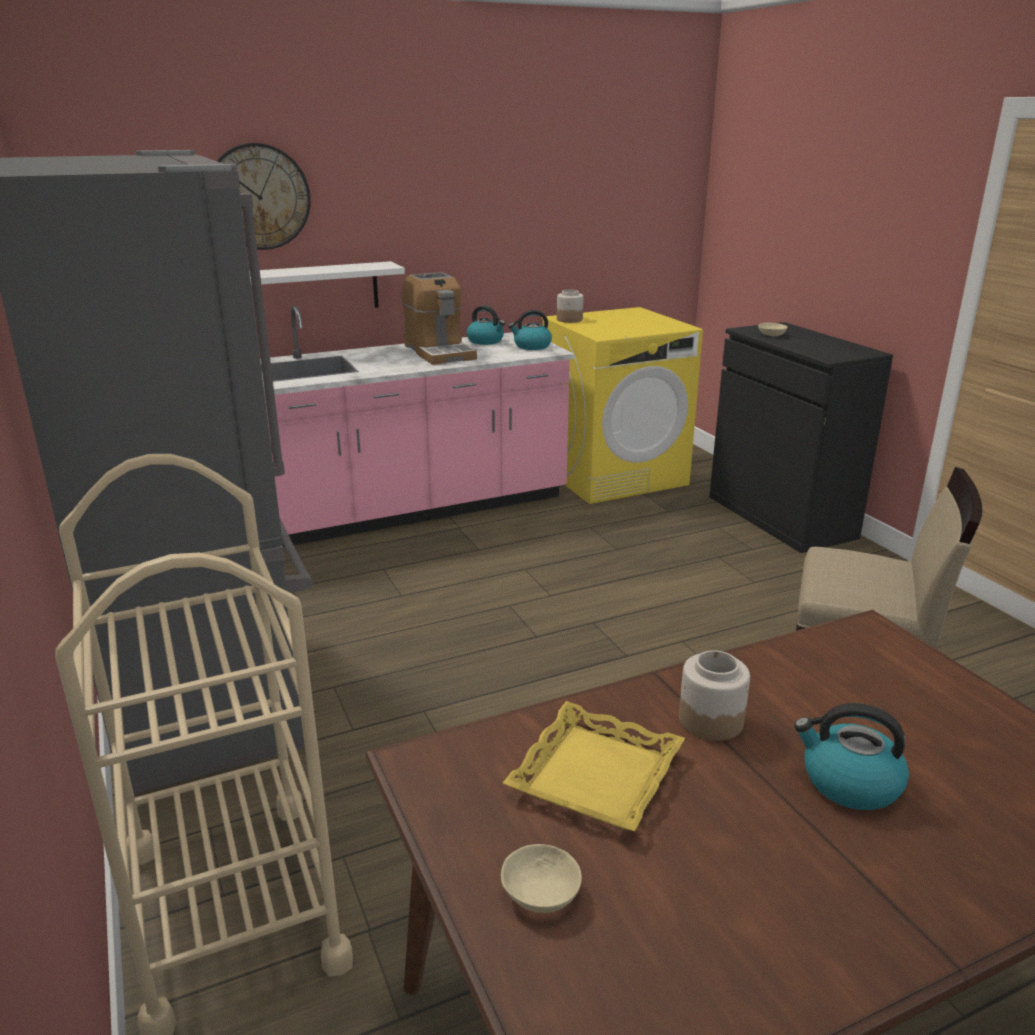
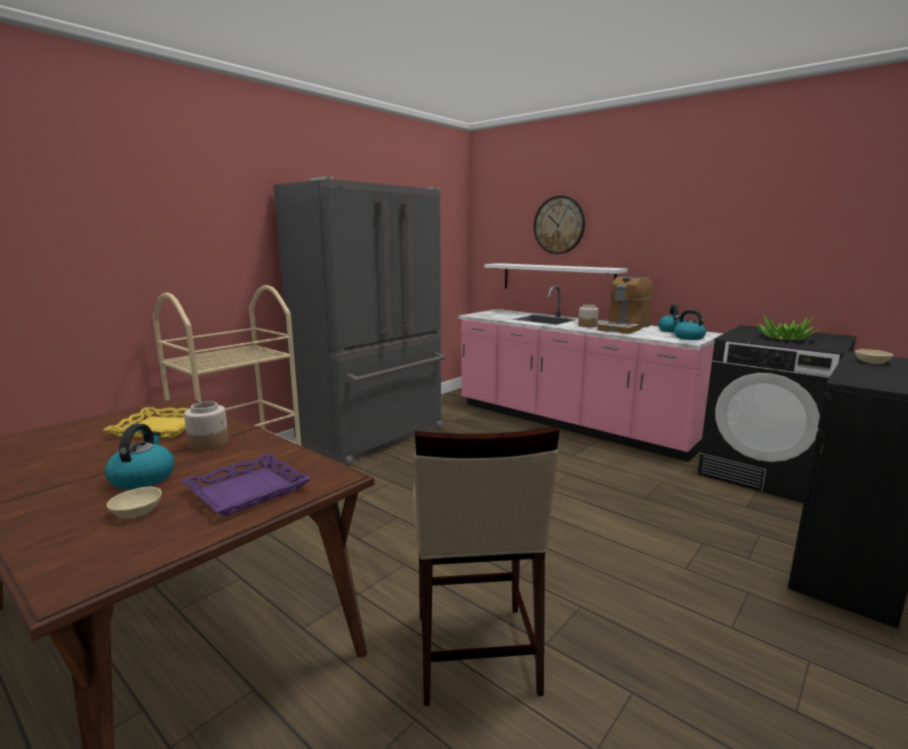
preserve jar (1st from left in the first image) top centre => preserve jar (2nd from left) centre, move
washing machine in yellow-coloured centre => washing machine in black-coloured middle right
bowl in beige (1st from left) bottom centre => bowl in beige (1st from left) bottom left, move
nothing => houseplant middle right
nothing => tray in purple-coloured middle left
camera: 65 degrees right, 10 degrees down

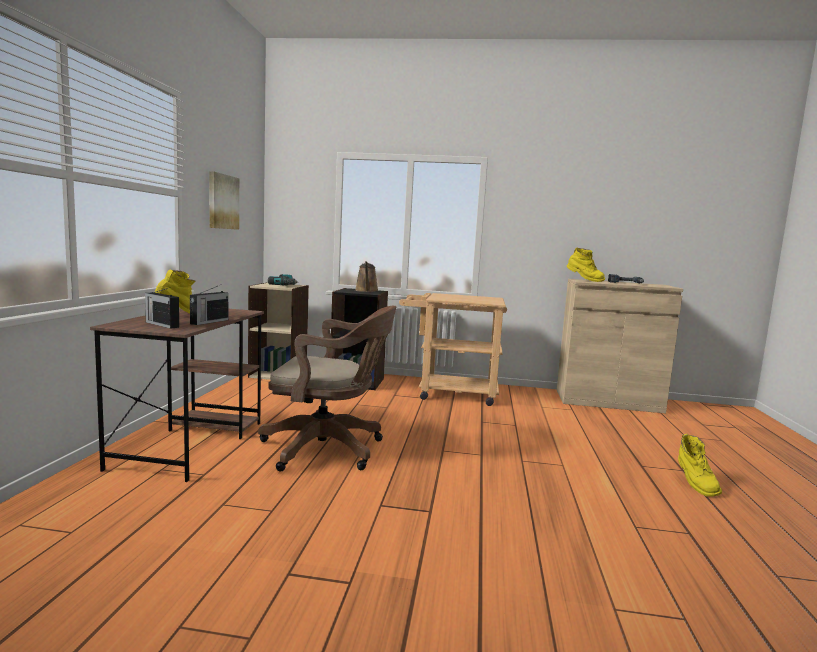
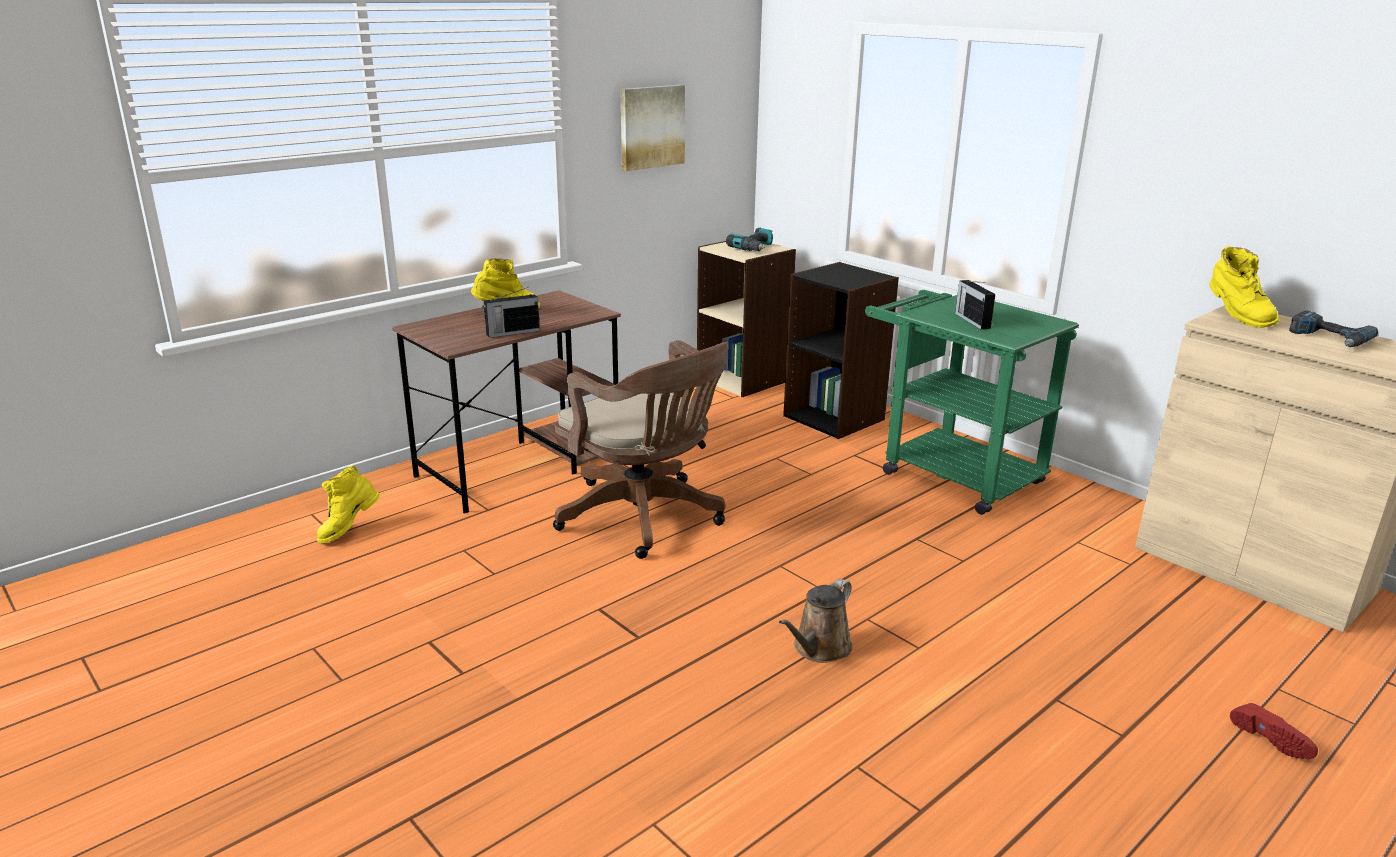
watering can in brown centre => watering can in brown bottom centre, move
radio set (1st from left in the first image) middle left => radio set (2nd from left) middle right, move
trolley in beige centre => trolley in green middle right
tall boot in yellow-coloured (3rd from left in the first image) bottom right => tall boot in yellow-coloured (1st from left) middle left, move
nothing => shoe in red bottom right
camera: 40 degrees right, 15 degrees up

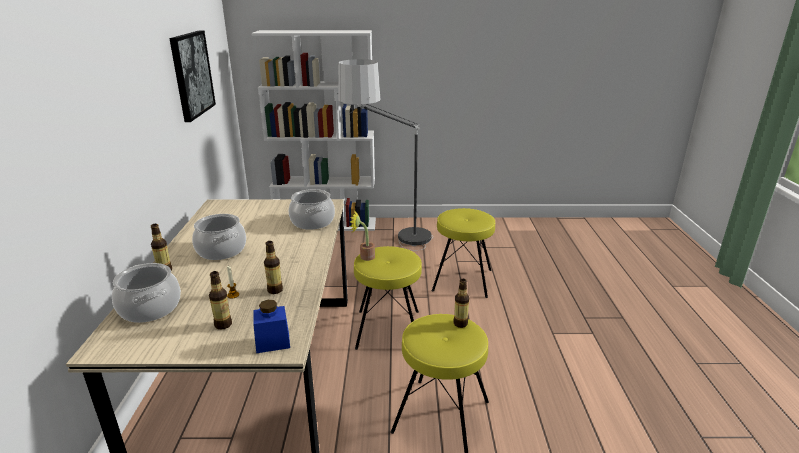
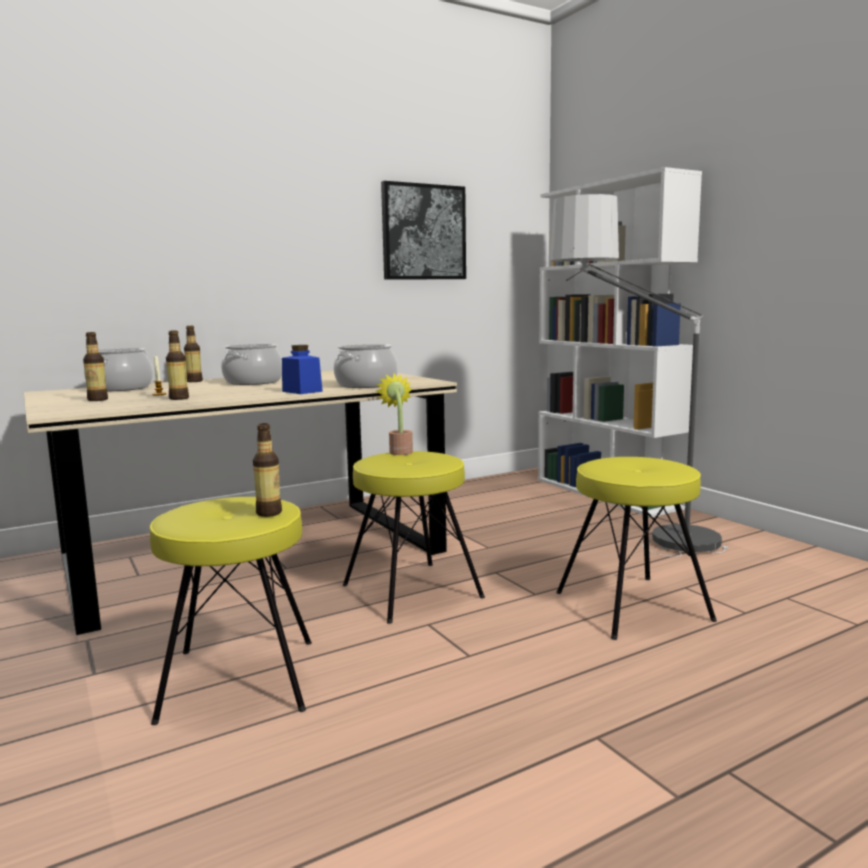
preserve jar in bluish bottom centre => preserve jar in bluish centre, move
camera: 60 degrees right, 15 degrees down

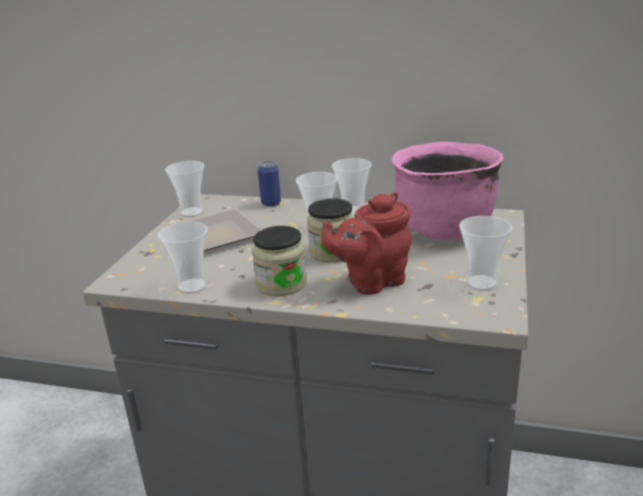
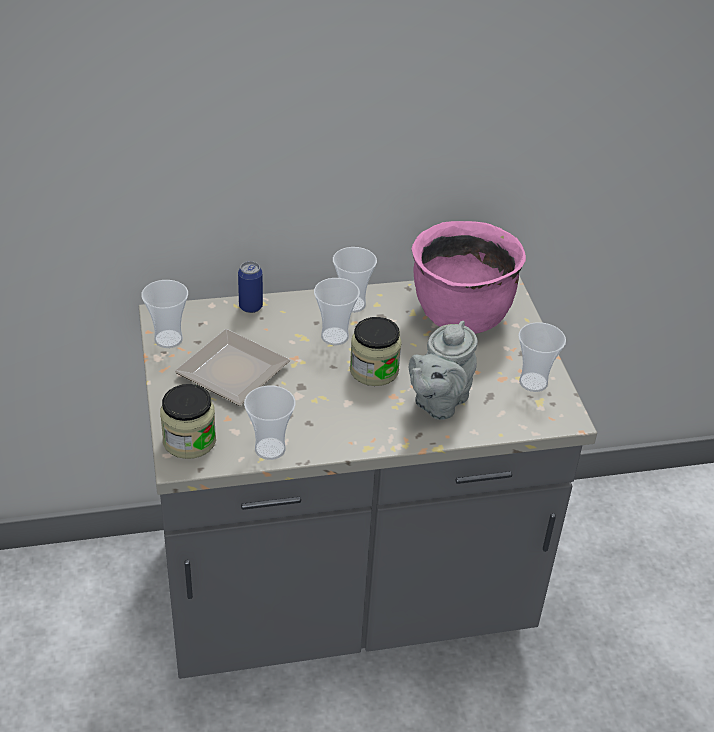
pot for tea in red centre => pot for tea in greyish centre
preserve jar (1st from left) centre => preserve jar (1st from left) middle left, move
camera: 30 degrees left, 15 degrees up

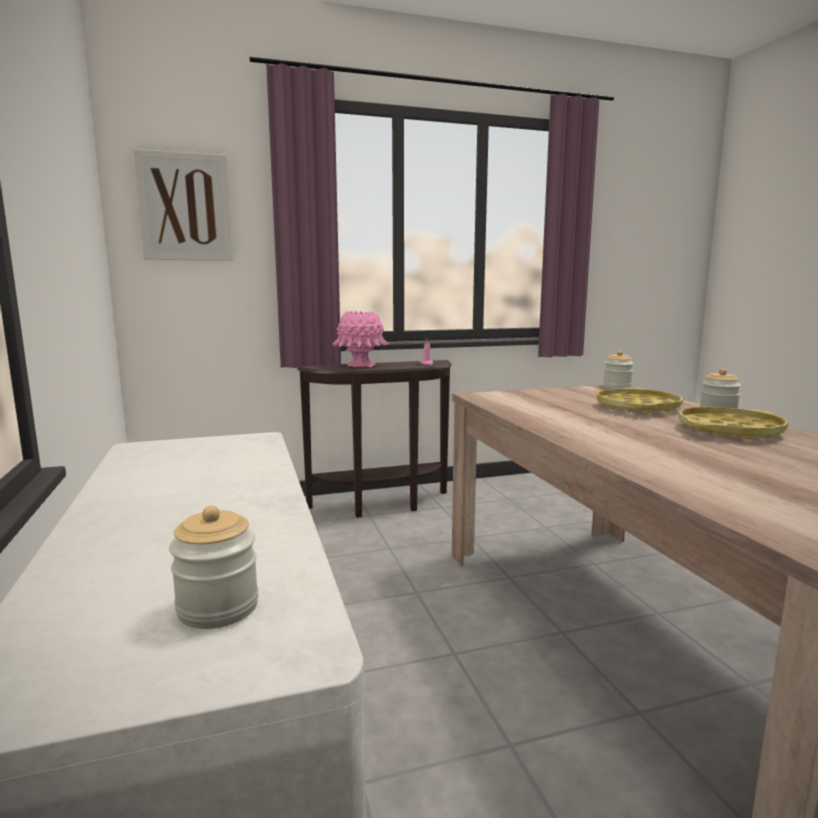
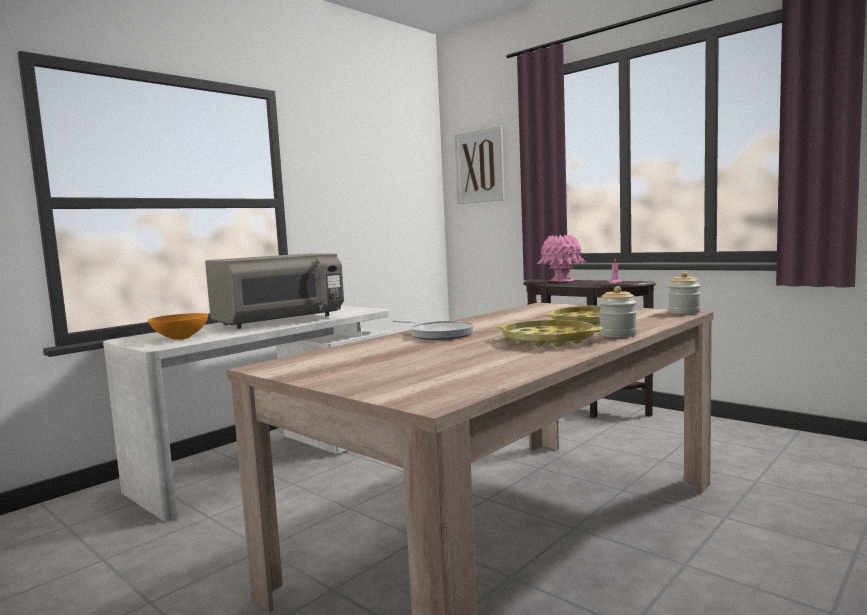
preserve jar (1st from left) bottom left => bowl in orangey middle left
nothing => microwave oven in greyish middle left
nothing => frying pan centre
camera: 60 degrees right, 5 degrees down

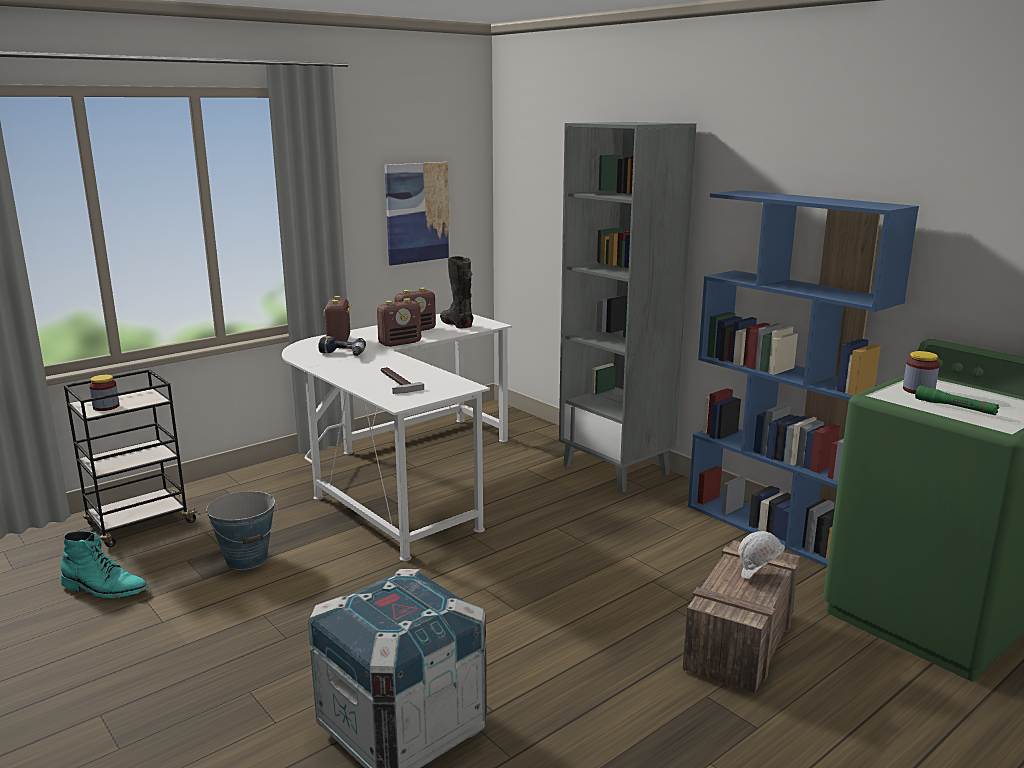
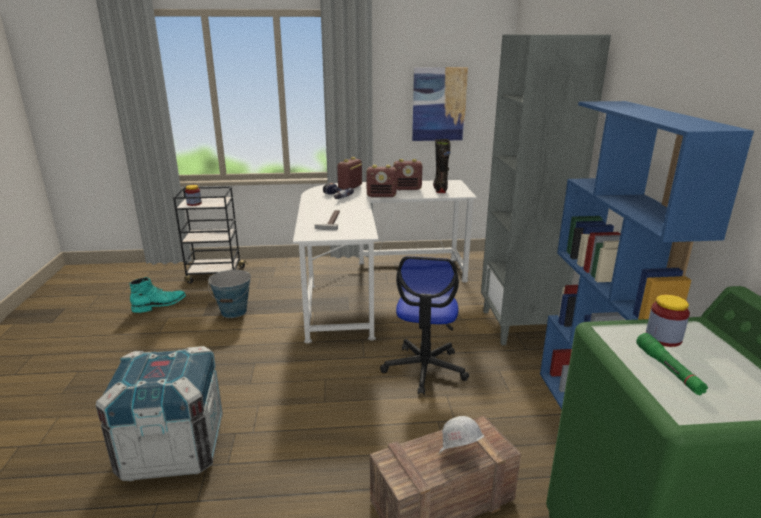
tall boot in turquoise-coloured bottom left => tall boot in turquoise-coloured middle left, 90 degrees counterclockwise
nothing => office chair centre
camera: 35 degrees right, 5 degrees up

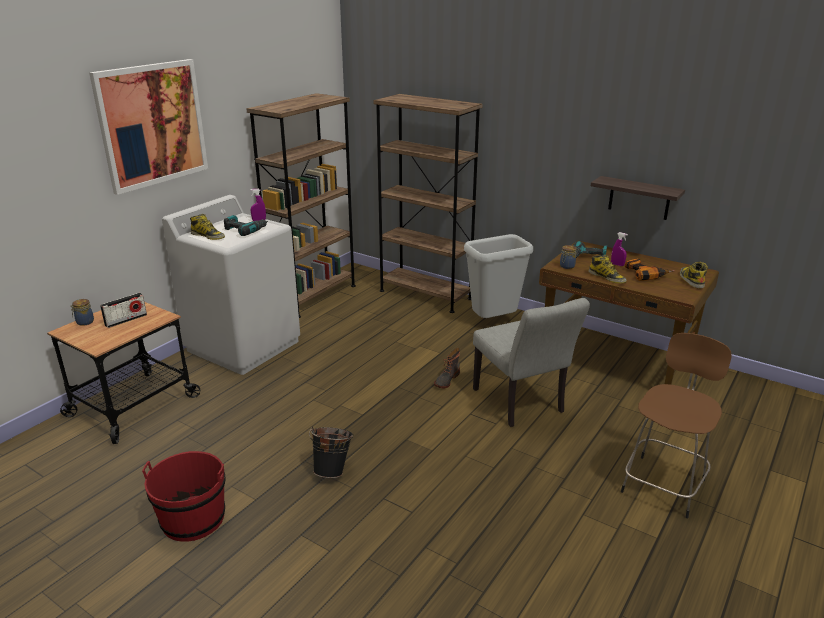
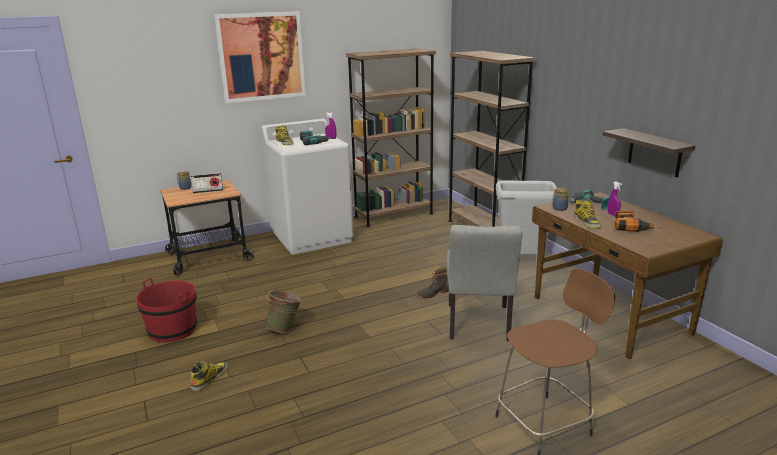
tall boot (4th from left in the first image) middle right => tall boot (1st from left) bottom left, move
water bucket in black-coloured bottom centre => water bucket in green bottom centre
camera: 30 degrees right, 5 degrees down

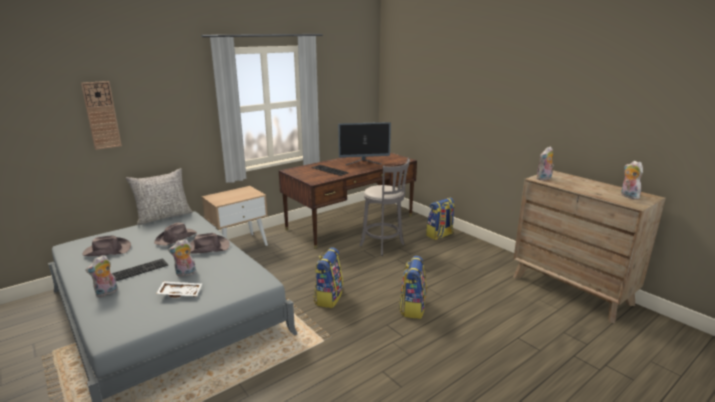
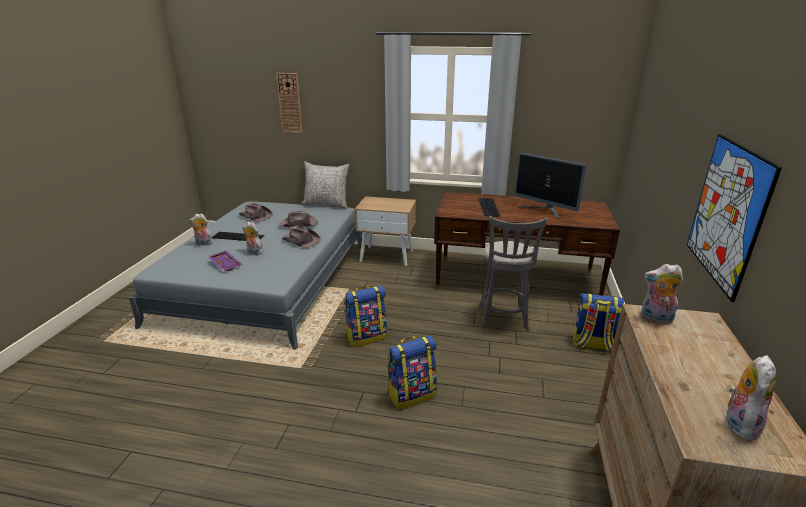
tray in whitish bottom left => tray in purple-coloured middle left
nothing => wall picture middle right
camera: 50 degrees right, 5 degrees up

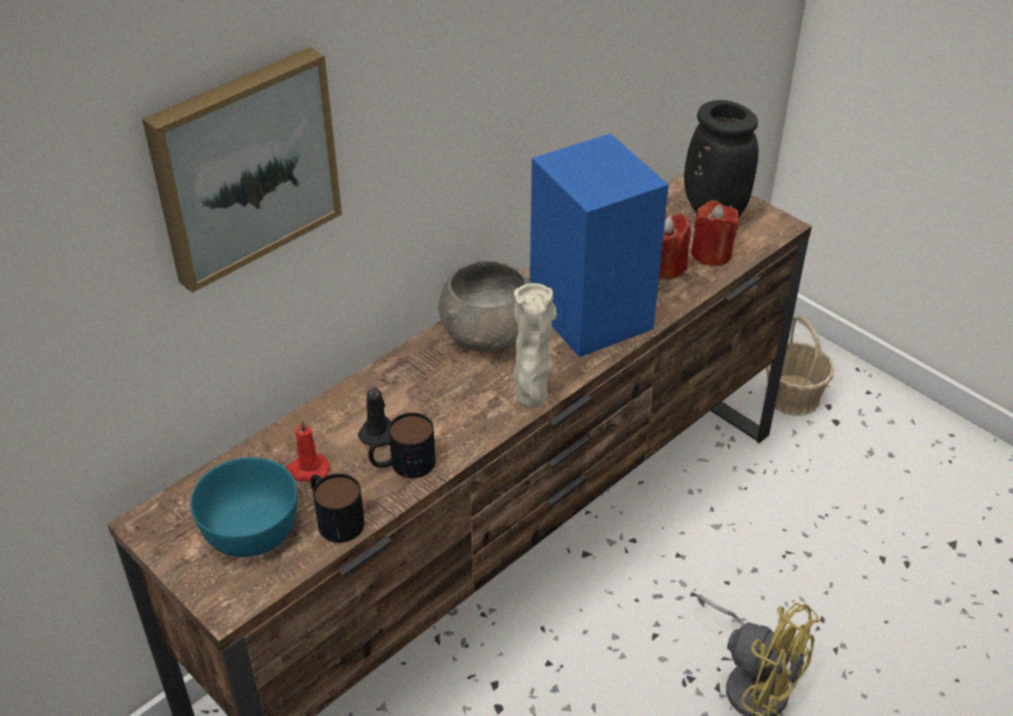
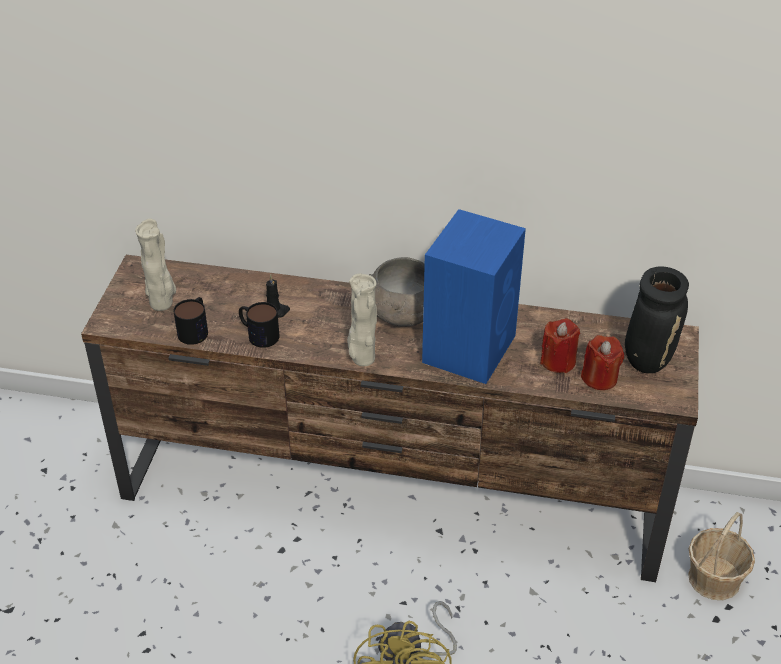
wall picture top left => nothing
candle in red (1st from left) middle left => nothing
bowl in turquoise-coloured bottom left => decorative vase in beige (1st from left) middle left
camera: 55 degrees right, 0 degrees up

